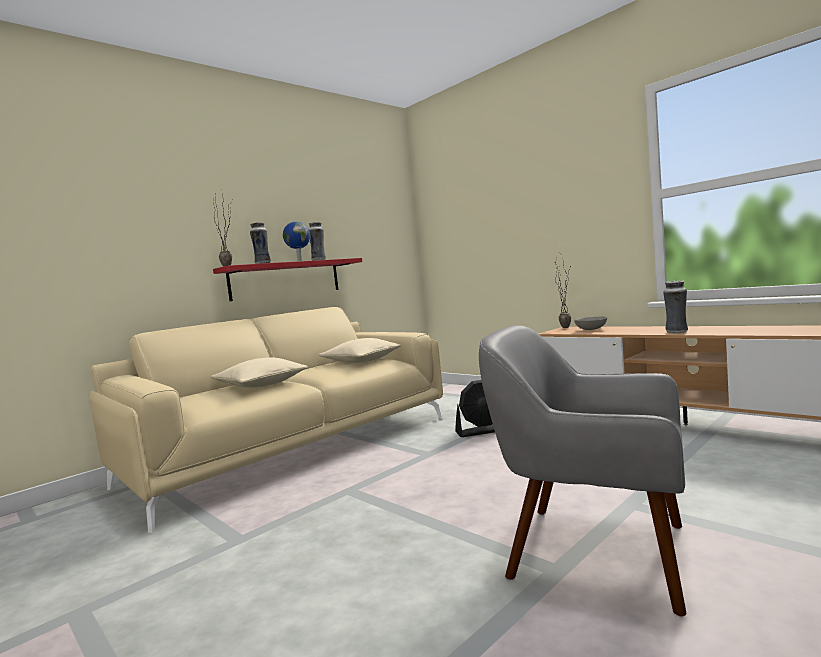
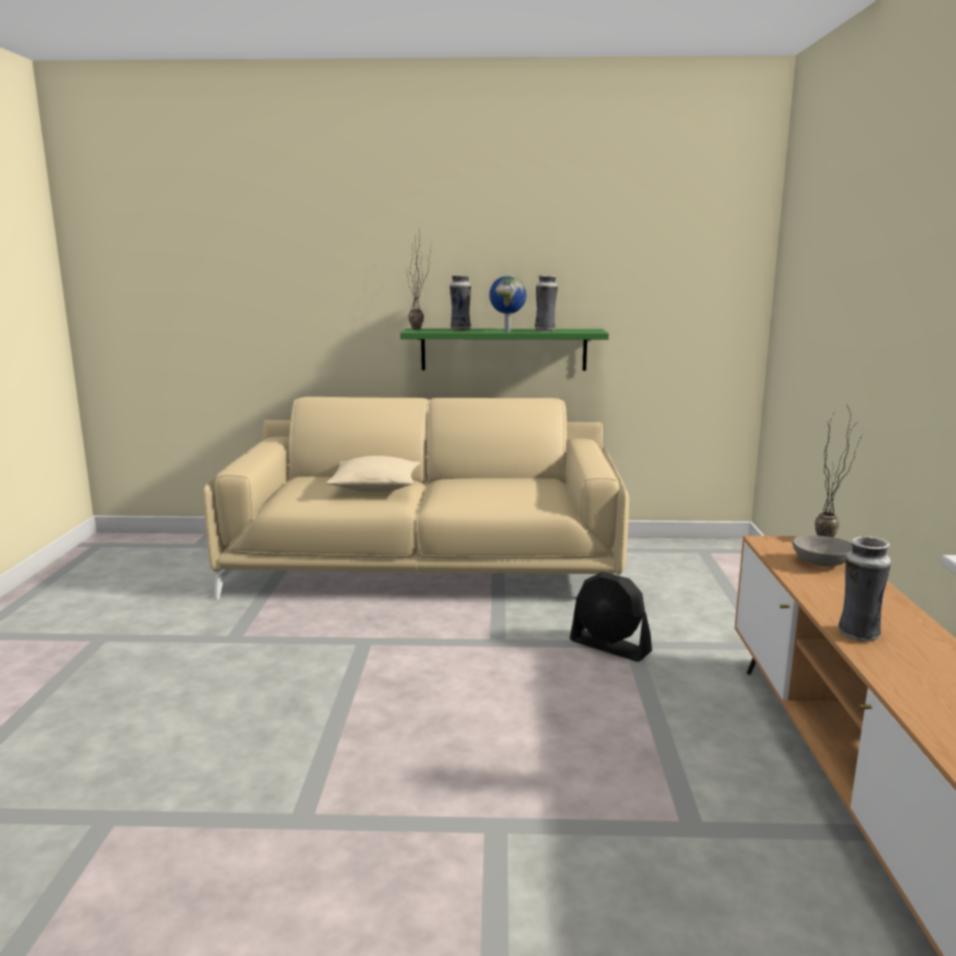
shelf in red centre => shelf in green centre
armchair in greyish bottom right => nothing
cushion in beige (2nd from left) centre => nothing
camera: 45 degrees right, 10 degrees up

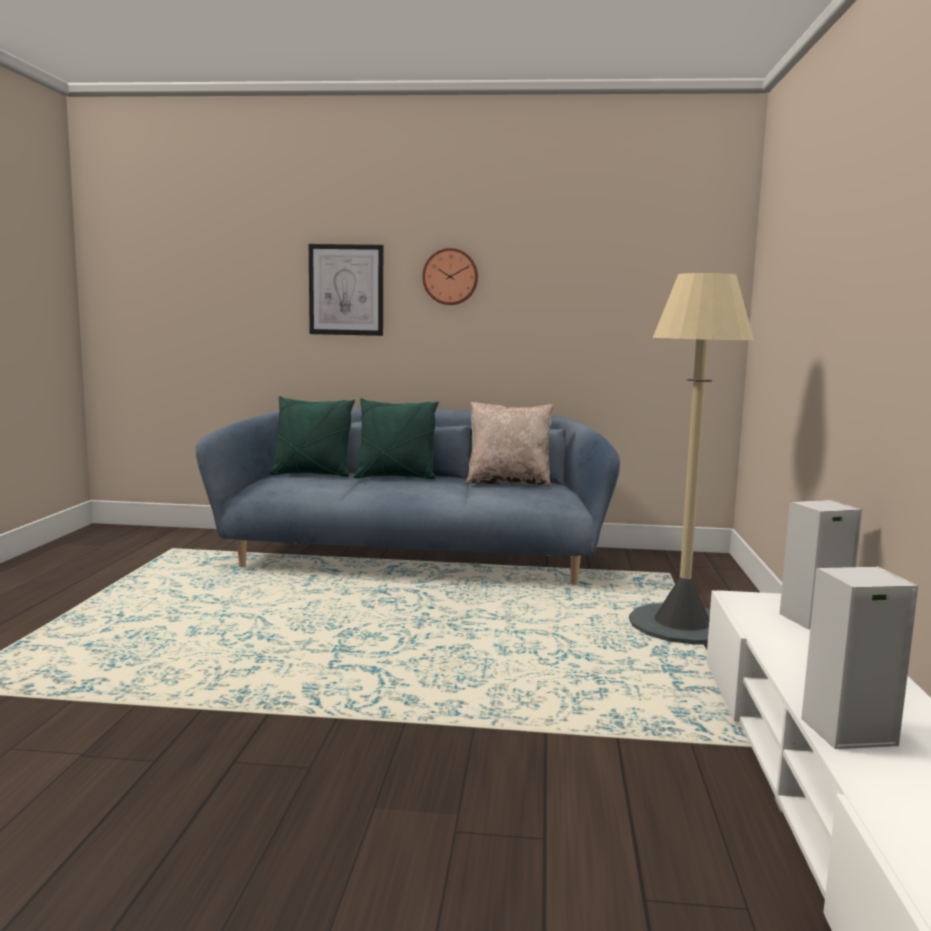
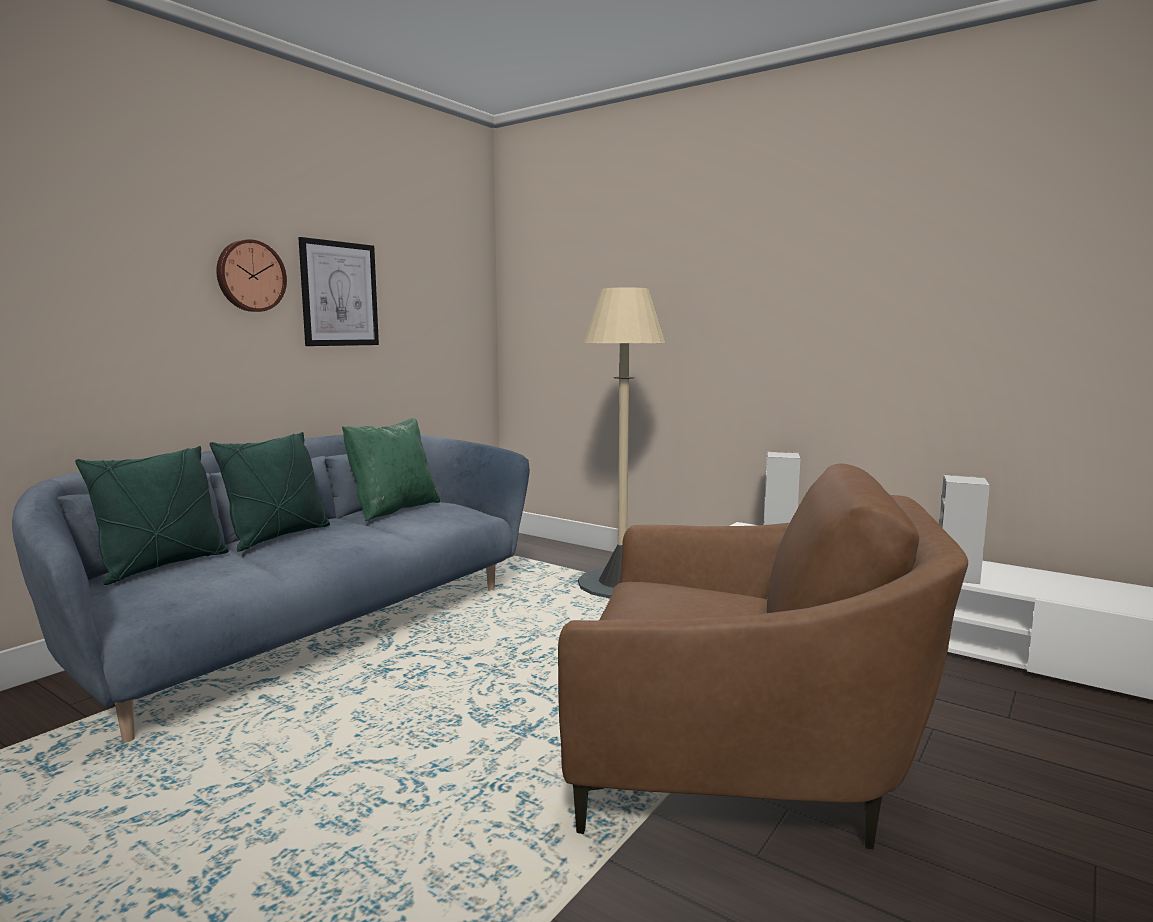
wall picture top centre => wall picture top left, move
cushion in beige centre => cushion in green (3rd from left) centre
nothing => armchair in brown bottom centre
camera: 60 degrees left, 0 degrees up

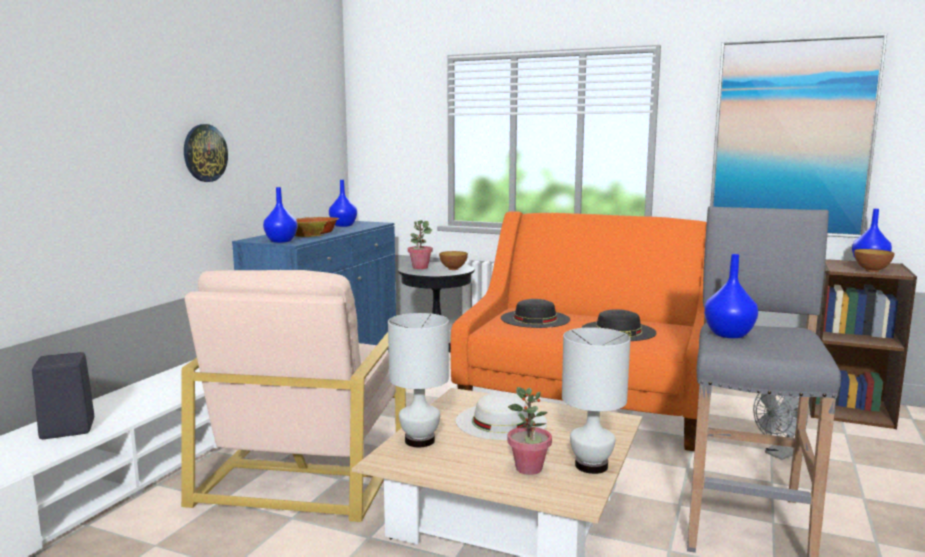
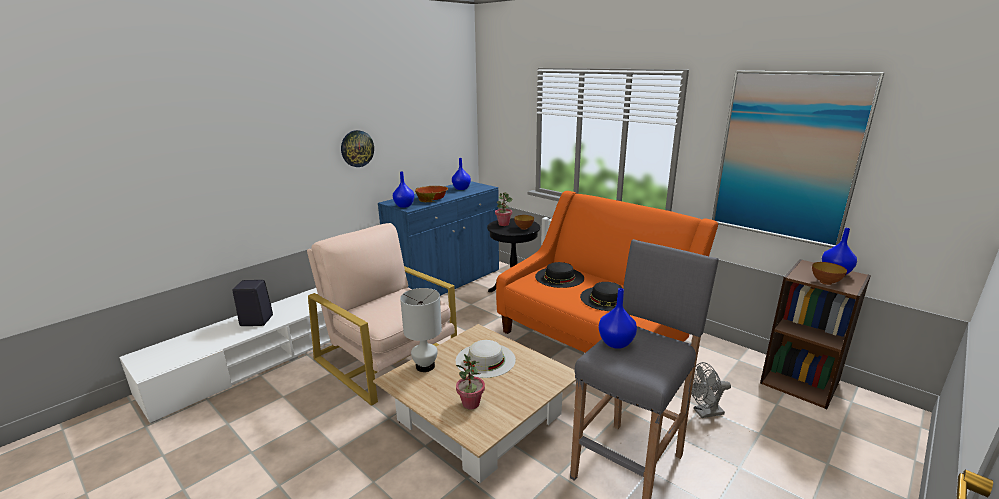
armchair in beige bottom left => armchair in beige centre, 105 degrees clockwise
lamp for a table in whitish (2nd from left) bottom centre => nothing
camera: 20 degrees right, 10 degrees up

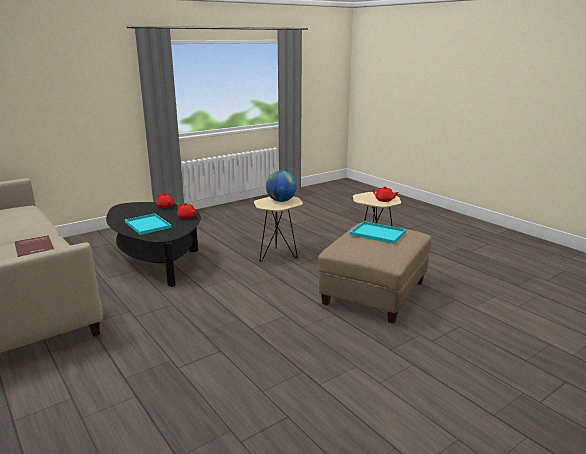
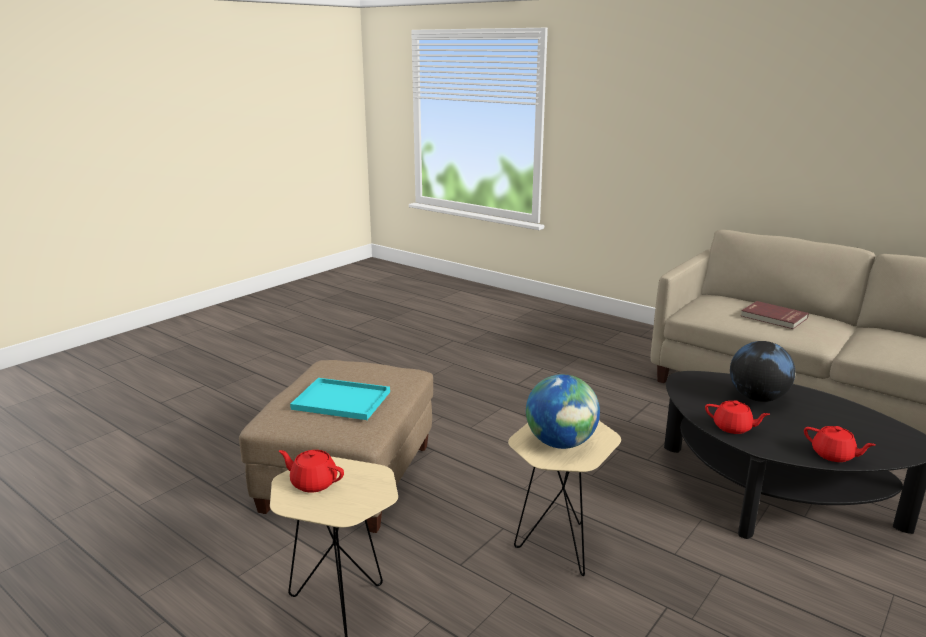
tray in turquoise-coloured (1st from left) middle left => world globe (2nd from left) middle right
camera: 165 degrees right, 0 degrees up

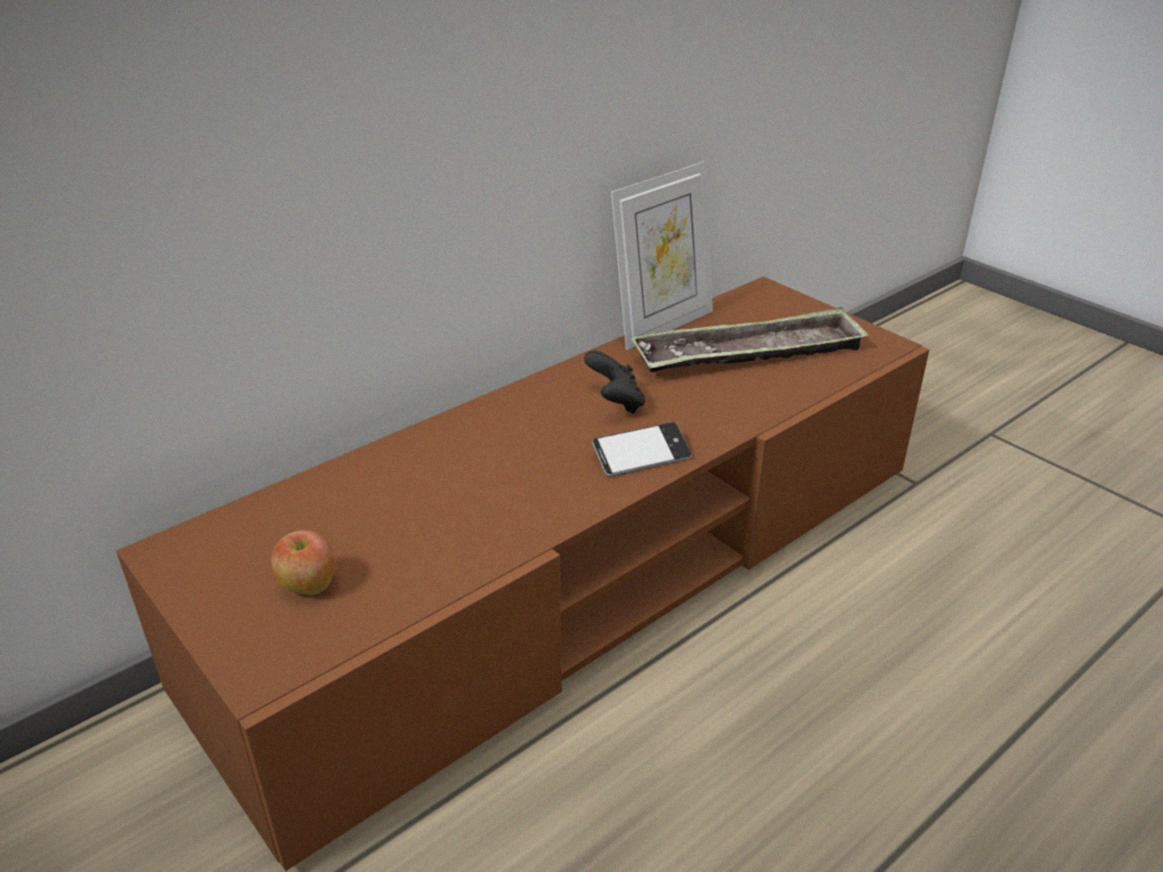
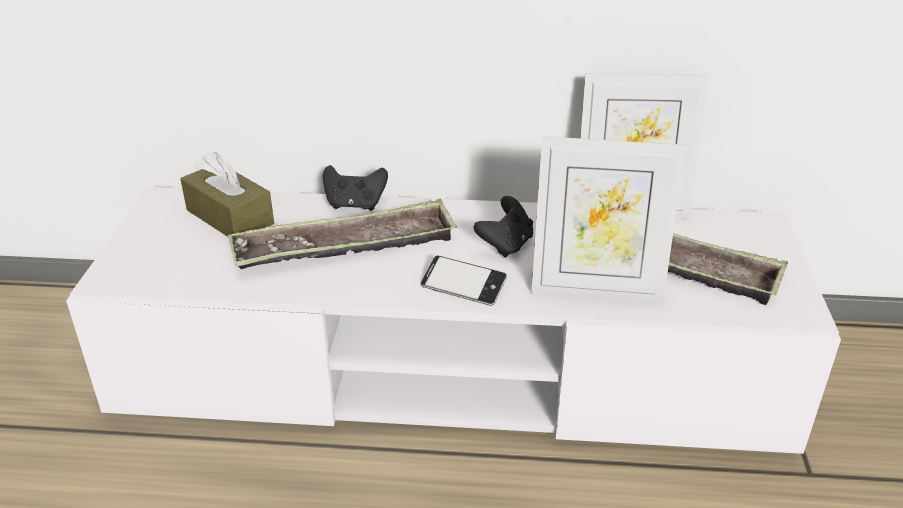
tv stand in brown centre => tv stand in whitish centre
apple fruit middle left => nothing
nothing => photo frame (1st from left) middle right
nothing => tissue holder in brown middle left
nothing => joypad in black-coloured (1st from left) centre
nothing => tray (1st from left) centre
camera: 45 degrees right, 0 degrees up

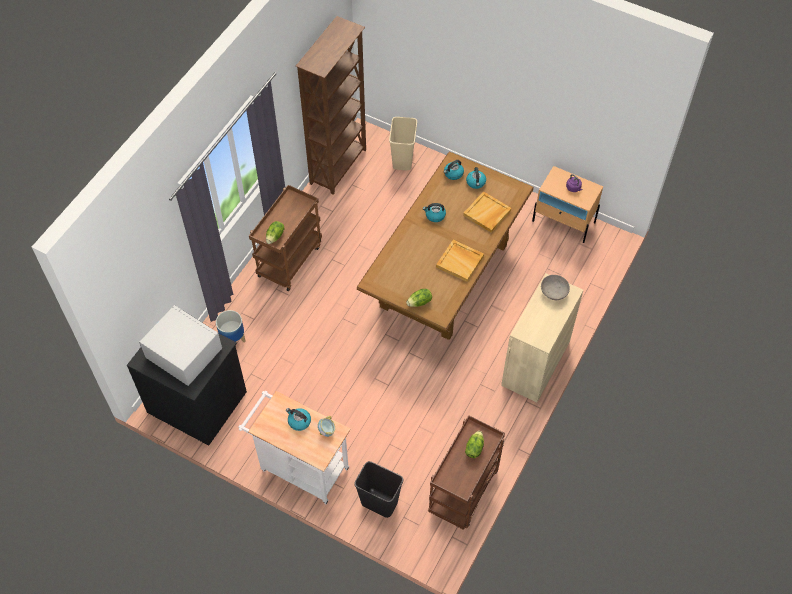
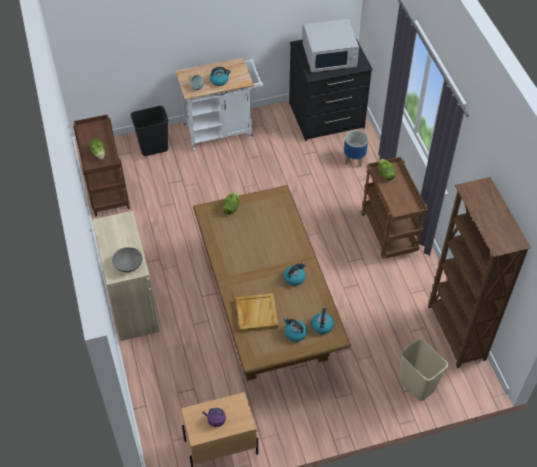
tray in beige (1st from left) centre => nothing
camera: 135 degrees right, 5 degrees down

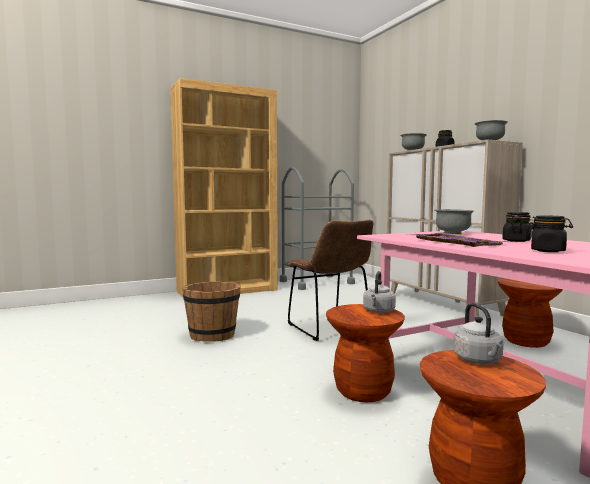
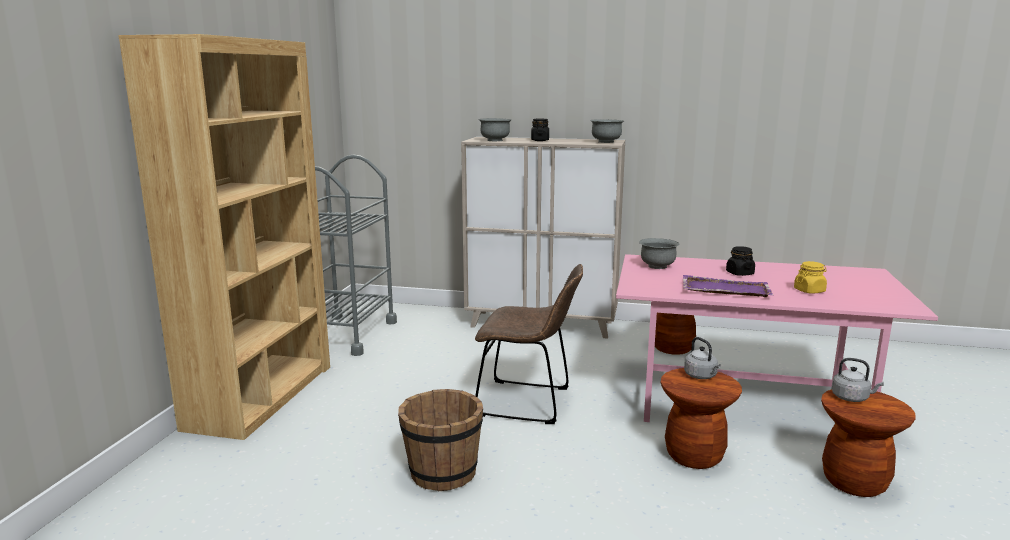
preserve jar in black-coloured (3rd from left) middle right => preserve jar in yellow-coloured middle right
camera: 50 degrees left, 10 degrees up

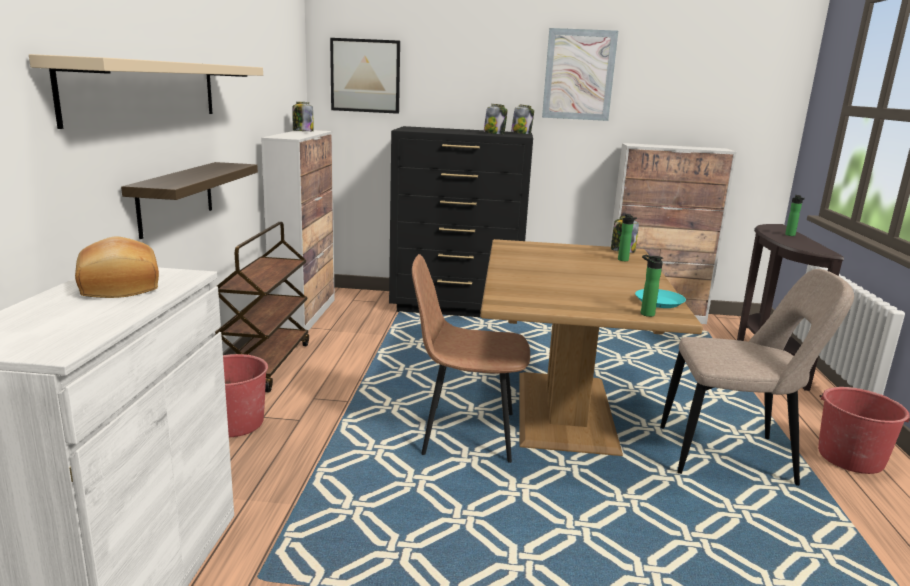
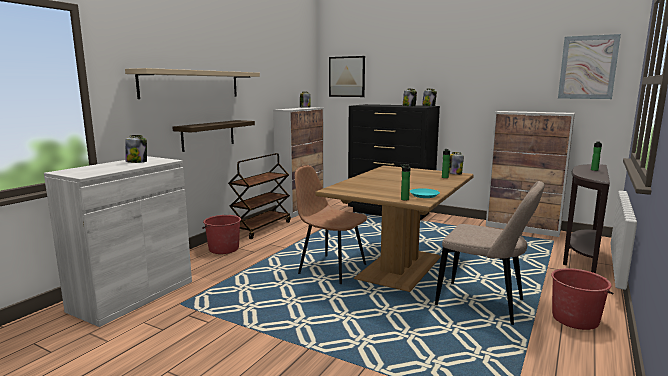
wall picture (2nd from left) top centre => wall picture (2nd from left) top right, move
bread middle left => preserve jar (1st from left) middle left
camera: 25 degrees right, 5 degrees down

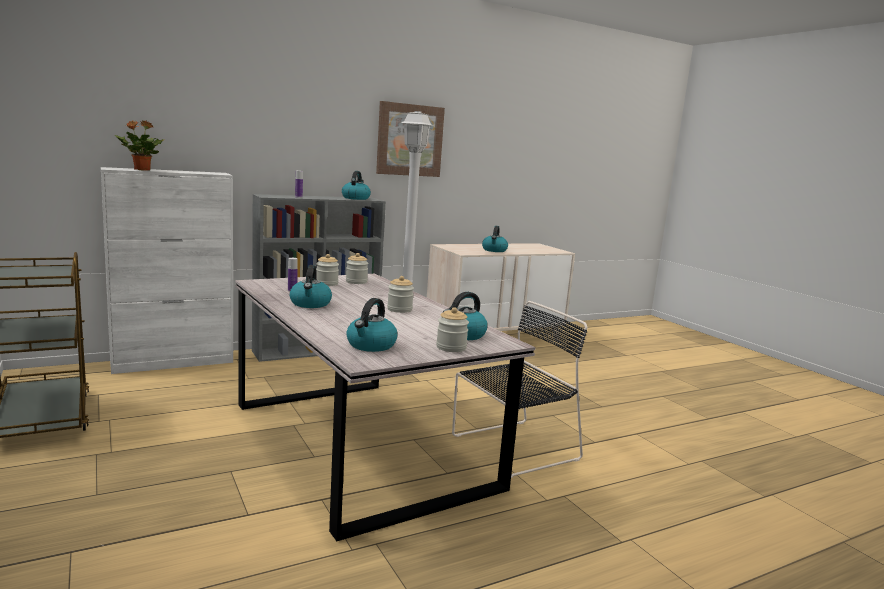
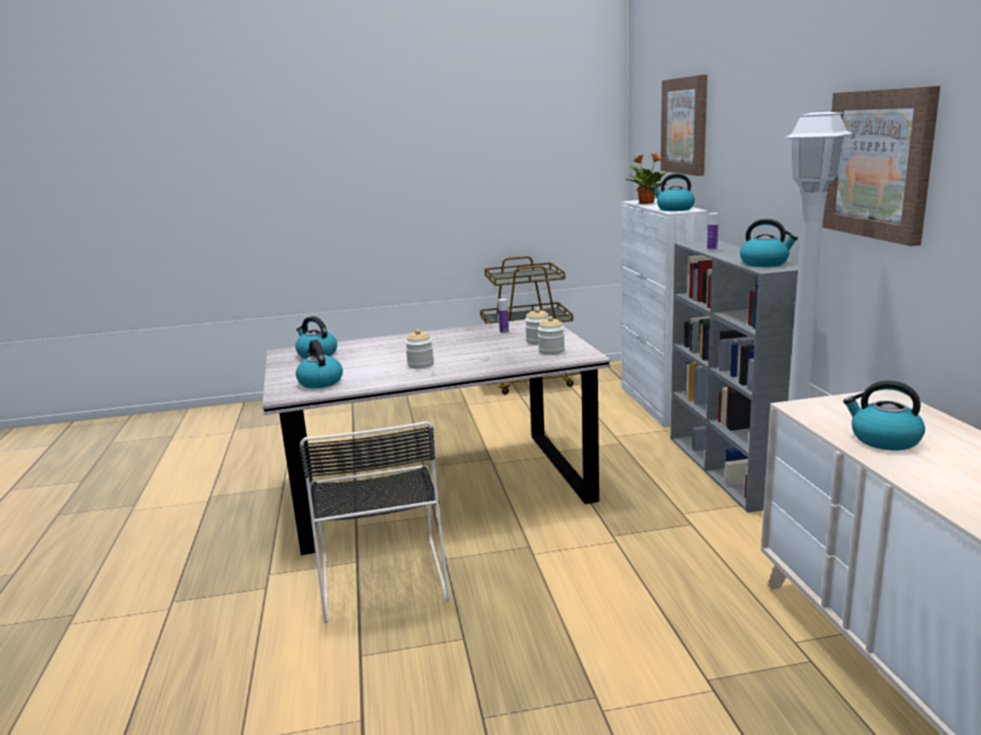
kettle (1st from left in the first image) centre => kettle (3rd from left) top right, move
preserve jar (4th from left) centre => nothing
nothing => wall picture (1st from left) top right
camera: 110 degrees right, 5 degrees up

